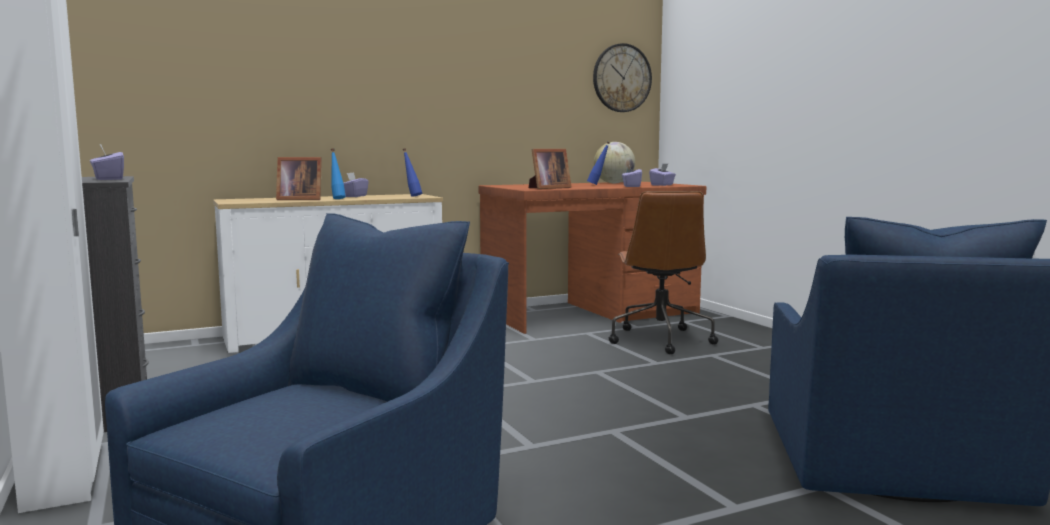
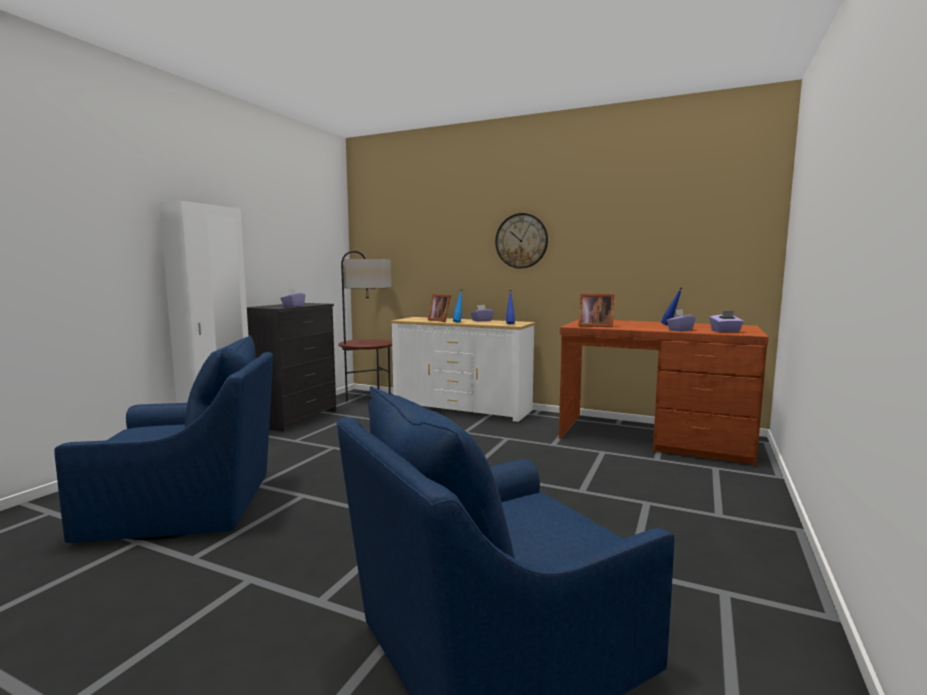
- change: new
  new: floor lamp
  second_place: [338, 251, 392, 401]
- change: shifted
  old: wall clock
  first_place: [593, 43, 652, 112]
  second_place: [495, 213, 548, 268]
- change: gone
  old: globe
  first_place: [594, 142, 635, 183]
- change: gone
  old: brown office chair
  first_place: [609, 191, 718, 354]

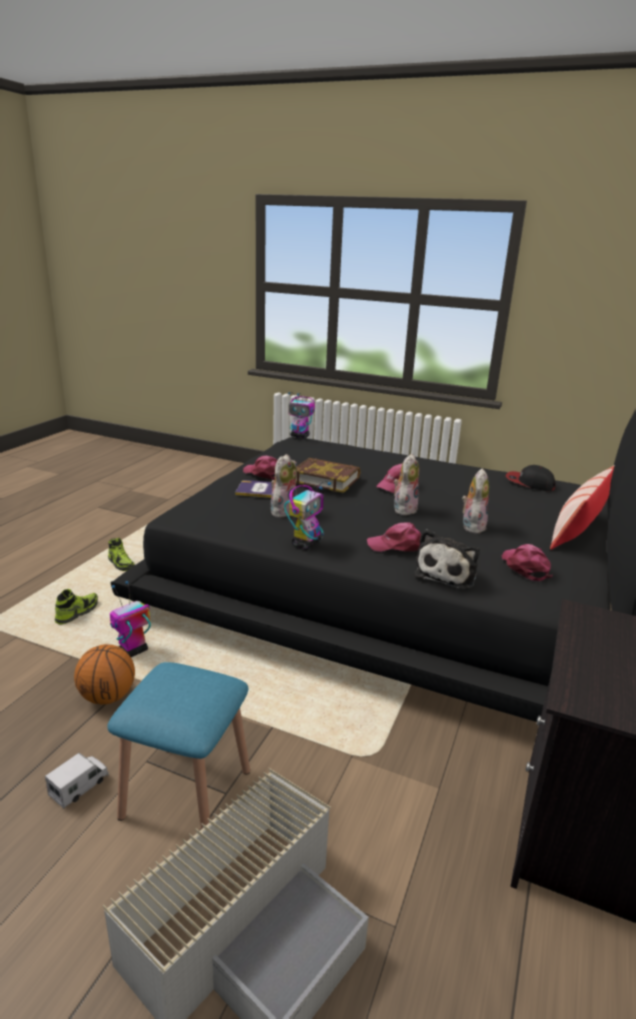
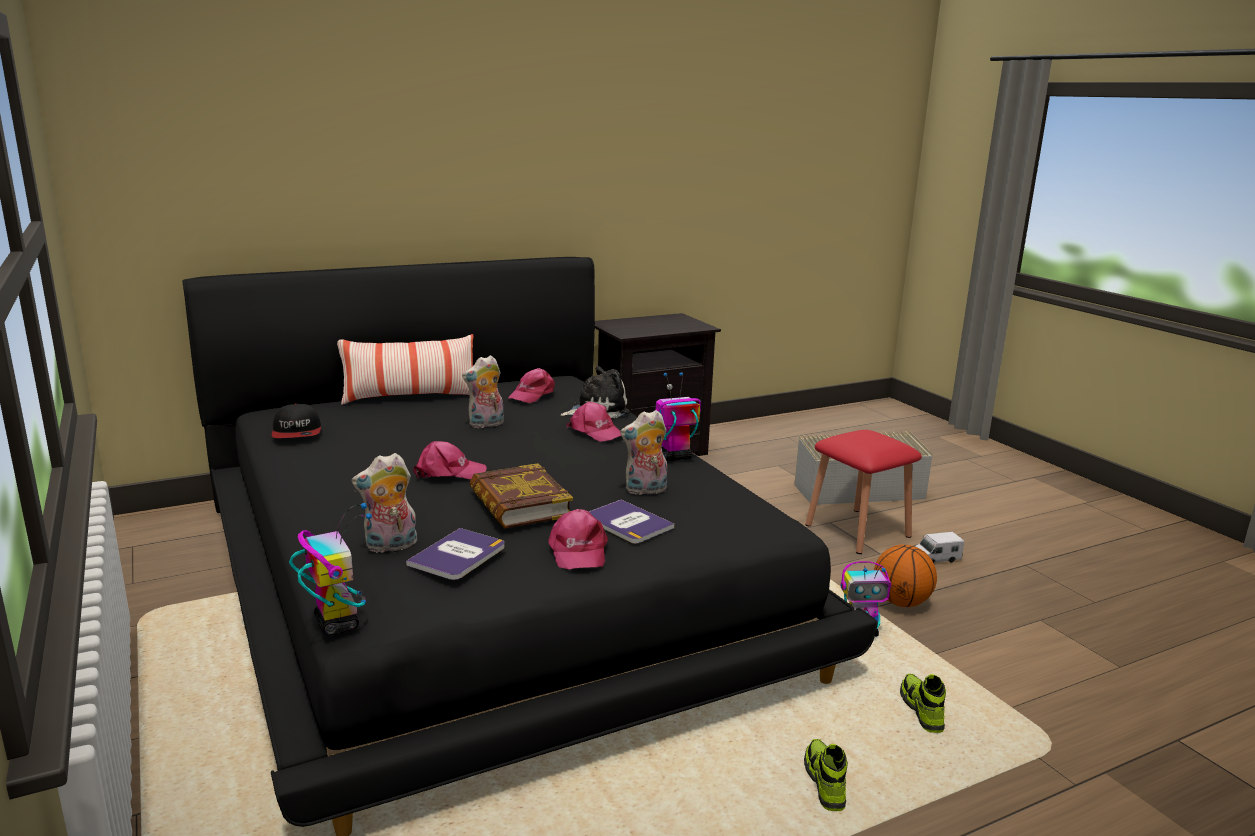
- change: shifted
  old: plush toy
  first_place: [394, 454, 419, 515]
  second_place: [352, 453, 417, 553]
- change: new
  new: book
  second_place: [406, 528, 505, 580]
- change: repainted
  old: blue stool
  new: red stool
  first_place: [107, 662, 250, 829]
  second_place: [806, 430, 922, 554]
- change: rotated
  old: shoe
  first_place: [55, 589, 98, 624]
  second_place: [900, 674, 946, 733]
  degrees: 105

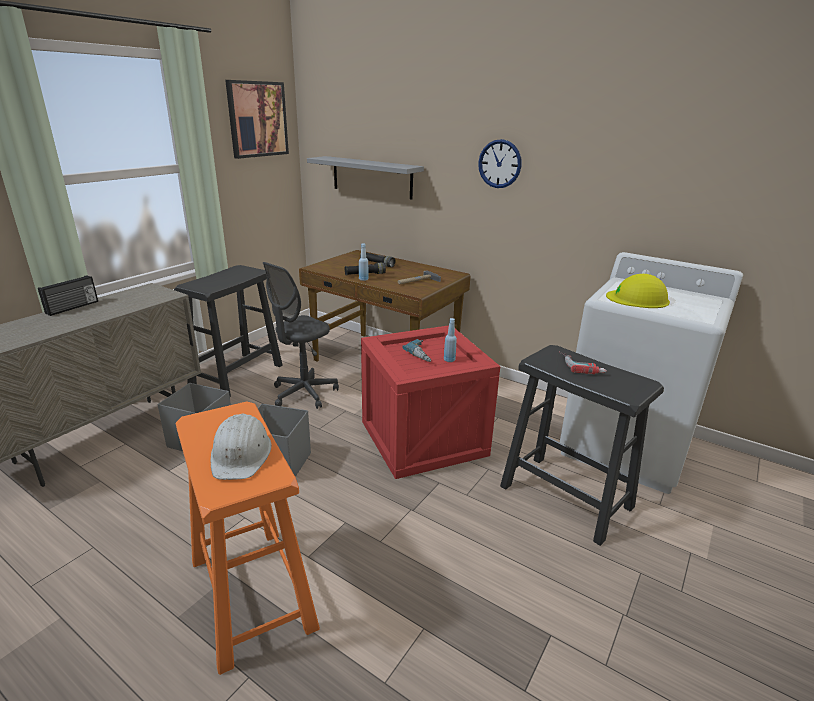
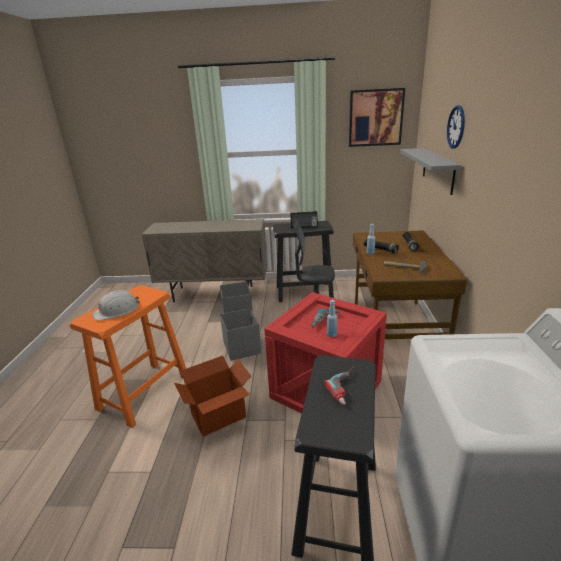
- change: new
  new: cardboard box
  second_place: [174, 356, 251, 436]
- change: shifted
  old: radio
  first_place: [38, 275, 98, 316]
  second_place: [290, 211, 318, 228]
- change: shifted
  old: wall clock
  first_place: [478, 139, 522, 188]
  second_place: [447, 105, 465, 149]
- change: gone
  old: yellow hard hat
  first_place: [606, 274, 670, 308]

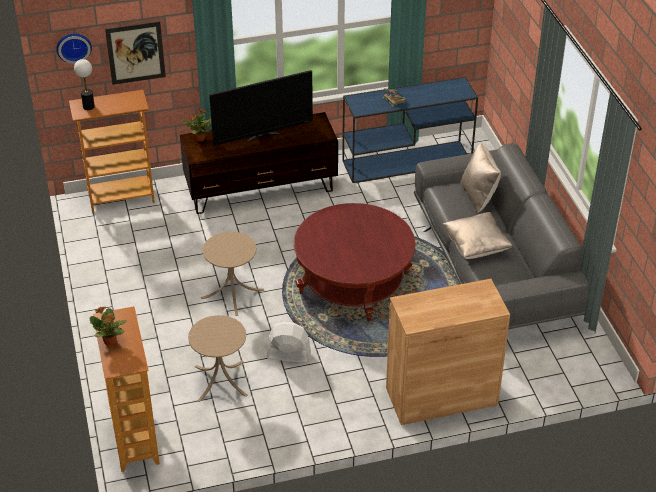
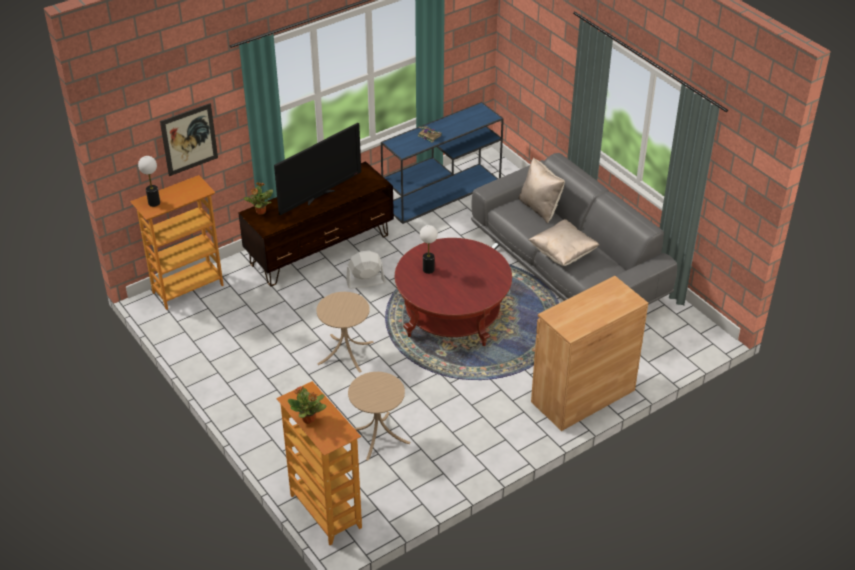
- change: shifted
  old: white fan
  first_place: [267, 322, 311, 362]
  second_place: [346, 250, 386, 289]
- change: new
  new: table lamp
  second_place: [420, 225, 438, 274]
- change: gone
  old: wall clock
  first_place: [56, 33, 92, 64]

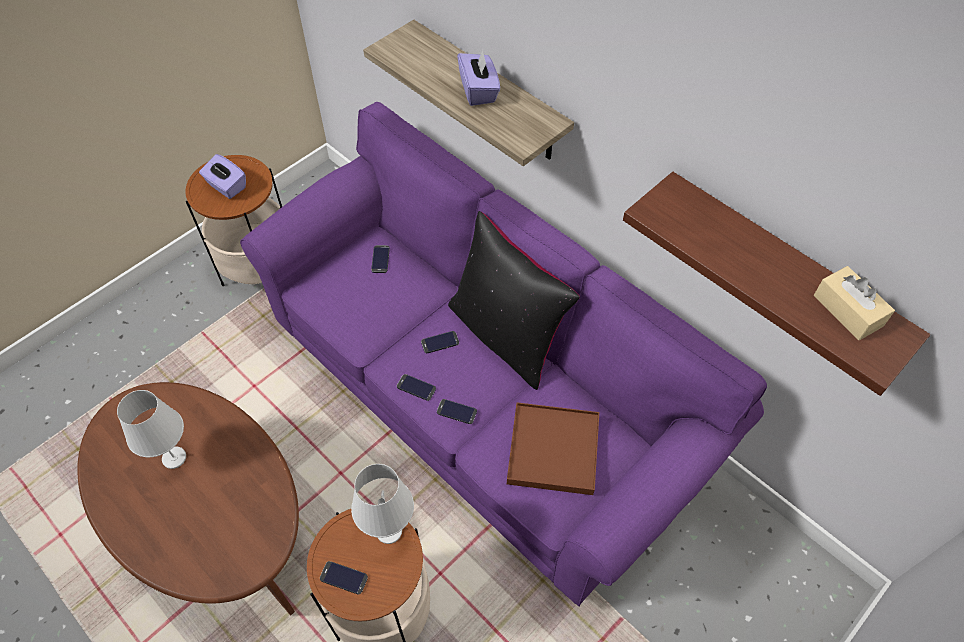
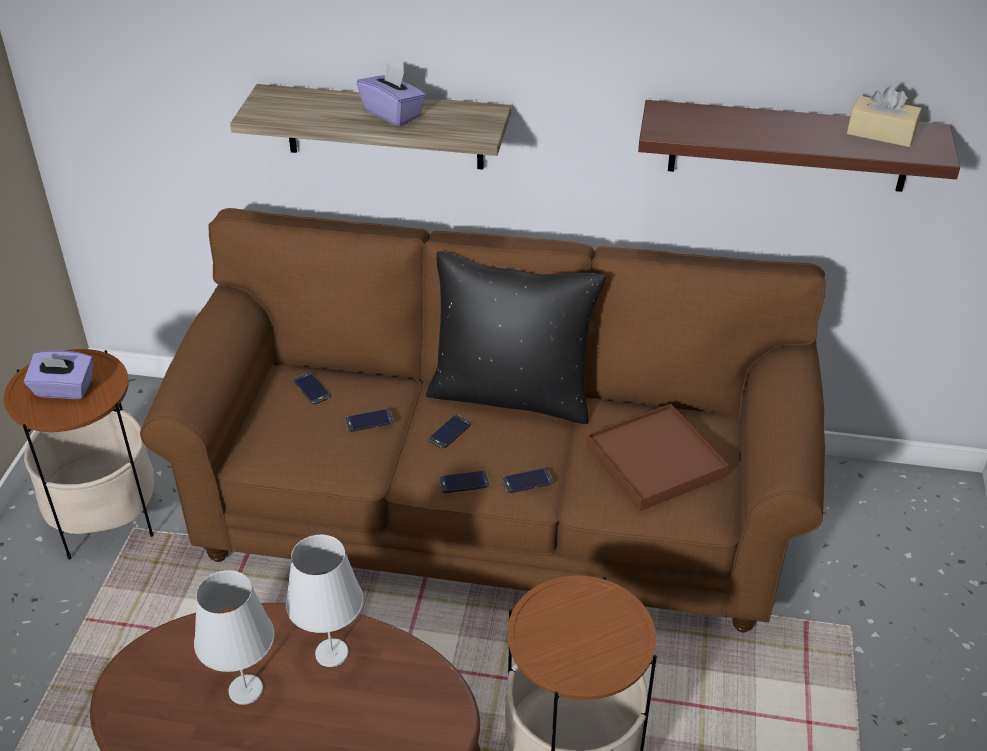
- change: repainted
  old: purple sofa
  new: brown sofa
  first_place: [240, 102, 767, 607]
  second_place: [140, 208, 826, 632]
- change: shifted
  old: white table lamp
  first_place: [351, 464, 414, 544]
  second_place: [286, 535, 363, 667]
- change: shifted
  old: phone
  first_place: [320, 561, 368, 594]
  second_place: [345, 409, 393, 432]

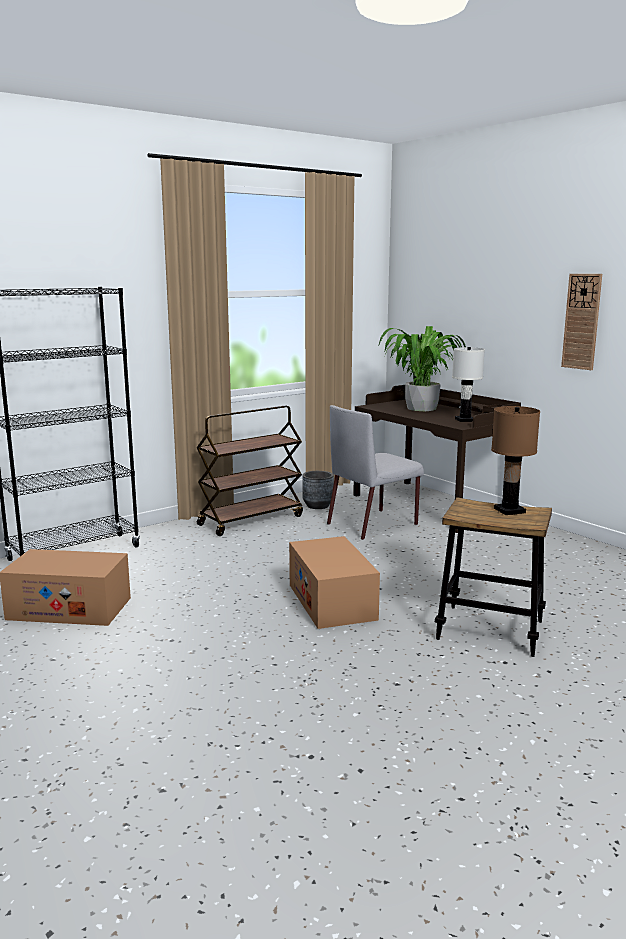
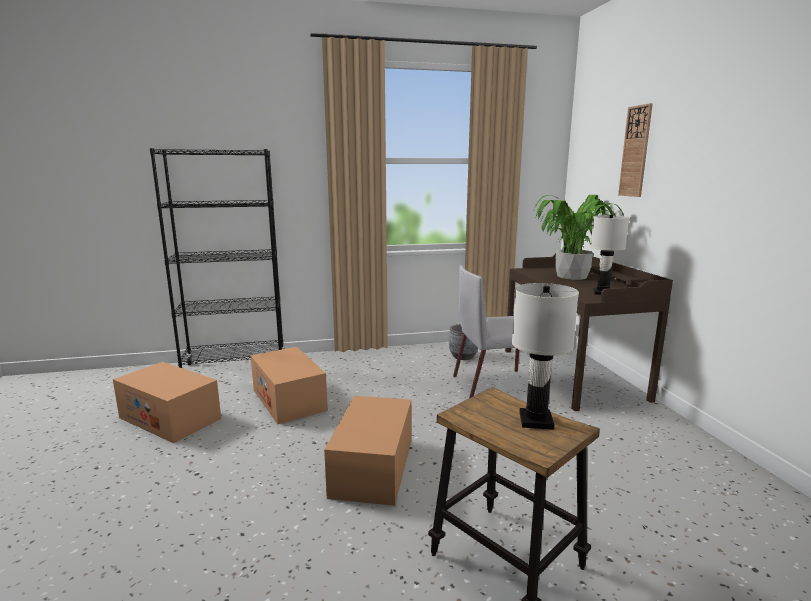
- change: new
  new: cardboard box
  second_place: [251, 347, 328, 424]
- change: repainted
  old: brown table lamp
  new: white table lamp
  first_place: [491, 406, 540, 515]
  second_place: [512, 283, 579, 430]
- change: shifted
  old: wall clock
  first_place: [561, 274, 602, 370]
  second_place: [618, 103, 653, 197]
- change: gone
  old: brown cart
  first_place: [197, 406, 303, 536]

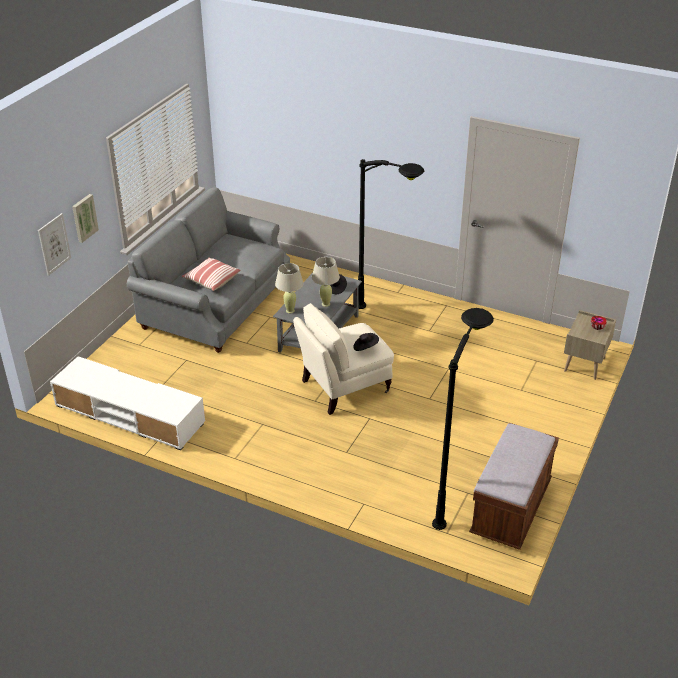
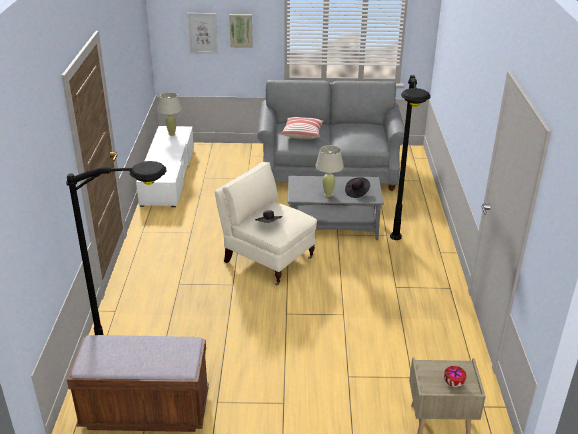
- change: shifted
  old: beige table lamp
  first_place: [275, 263, 303, 313]
  second_place: [158, 92, 182, 136]

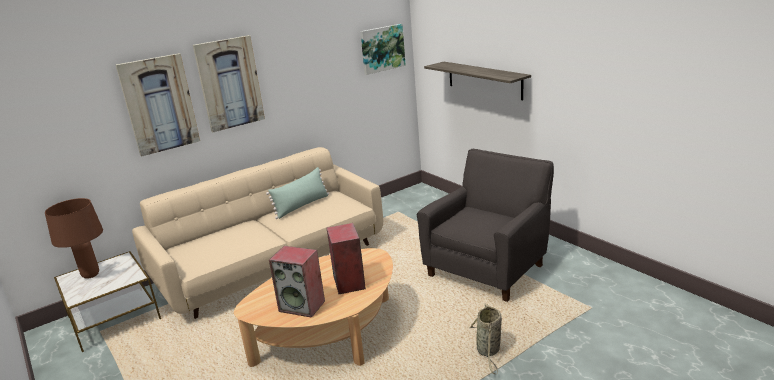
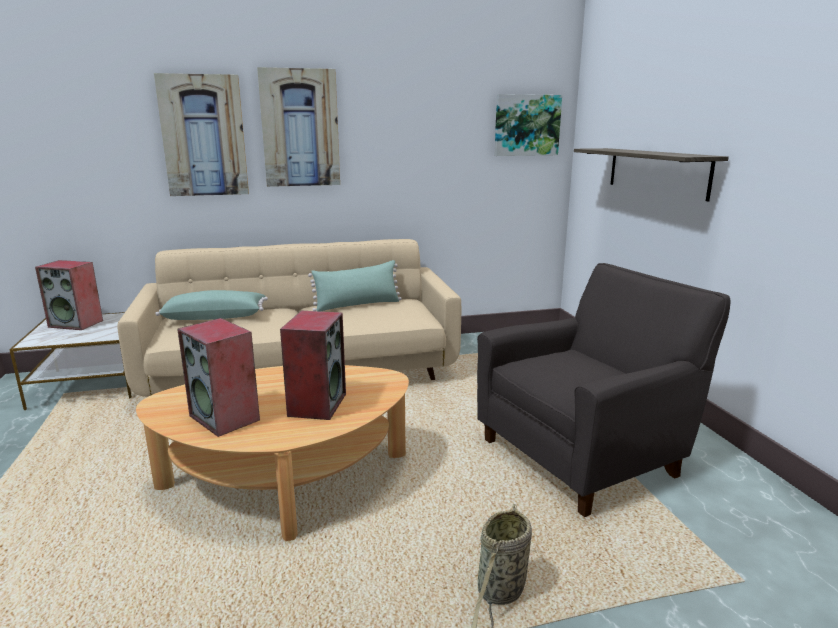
- change: swapped
  old: brown table lamp
  new: speaker
  first_place: [45, 198, 103, 279]
  second_place: [35, 260, 103, 330]
- change: new
  new: green pillow
  second_place: [155, 290, 268, 320]

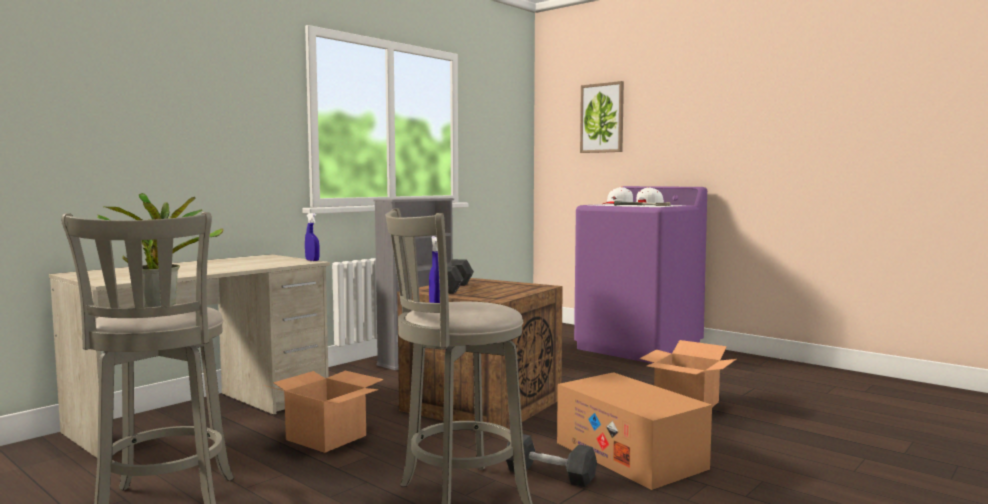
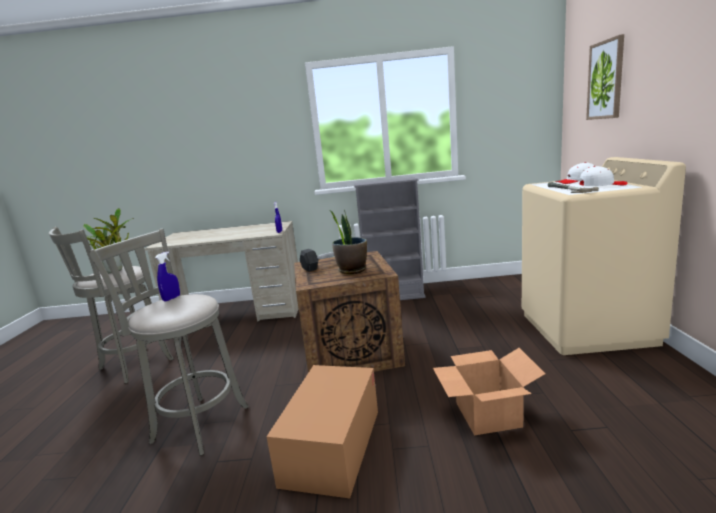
- change: new
  new: potted plant
  second_place: [330, 209, 367, 274]
- change: repainted
  old: purple washing machine
  new: beige washing machine
  first_place: [574, 186, 707, 363]
  second_place: [522, 157, 686, 355]
- change: gone
  old: cardboard box
  first_place: [264, 371, 384, 453]
- change: gone
  old: black dumbbell
  first_place: [506, 434, 597, 487]

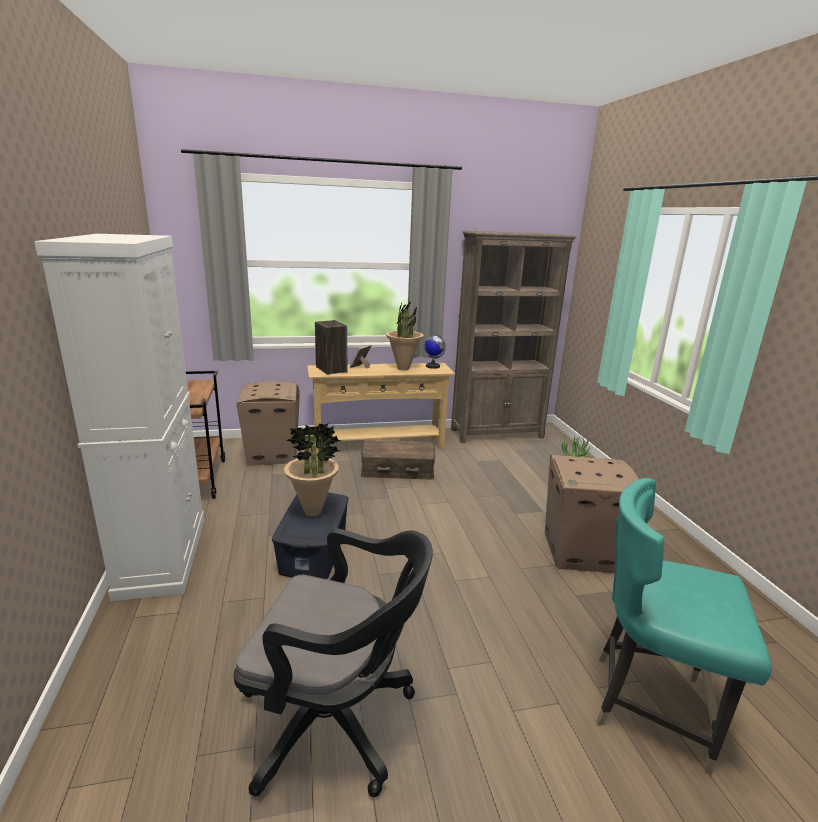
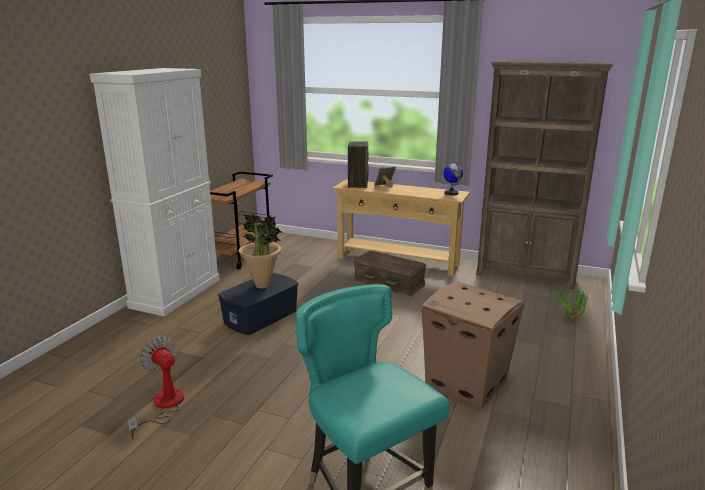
- change: swapped
  old: black office chair
  new: fan
  first_place: [234, 528, 433, 797]
  second_place: [127, 336, 184, 439]
- change: gone
  old: cardboard box
  first_place: [237, 381, 300, 466]
- change: gone
  old: potted plant
  first_place: [386, 301, 423, 370]

